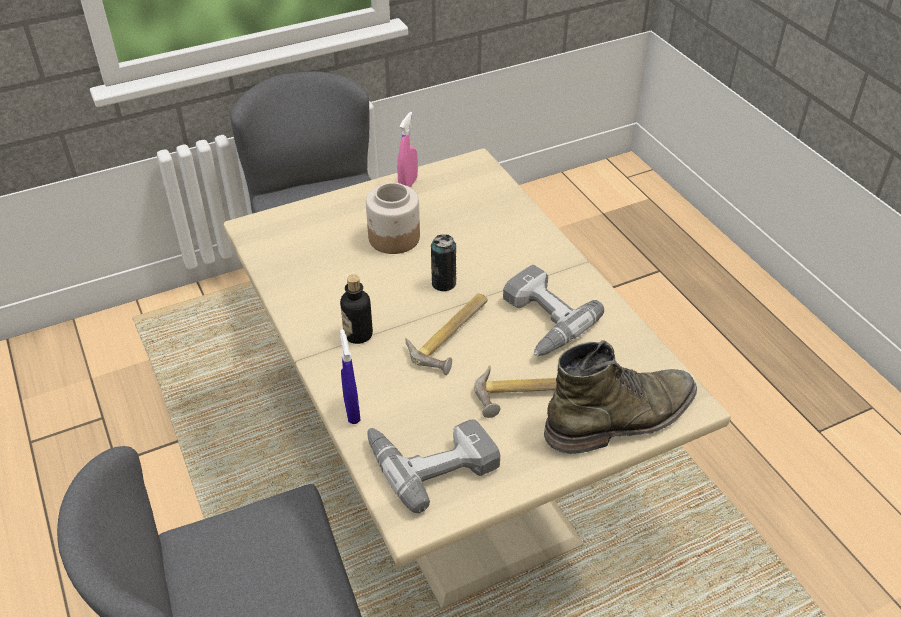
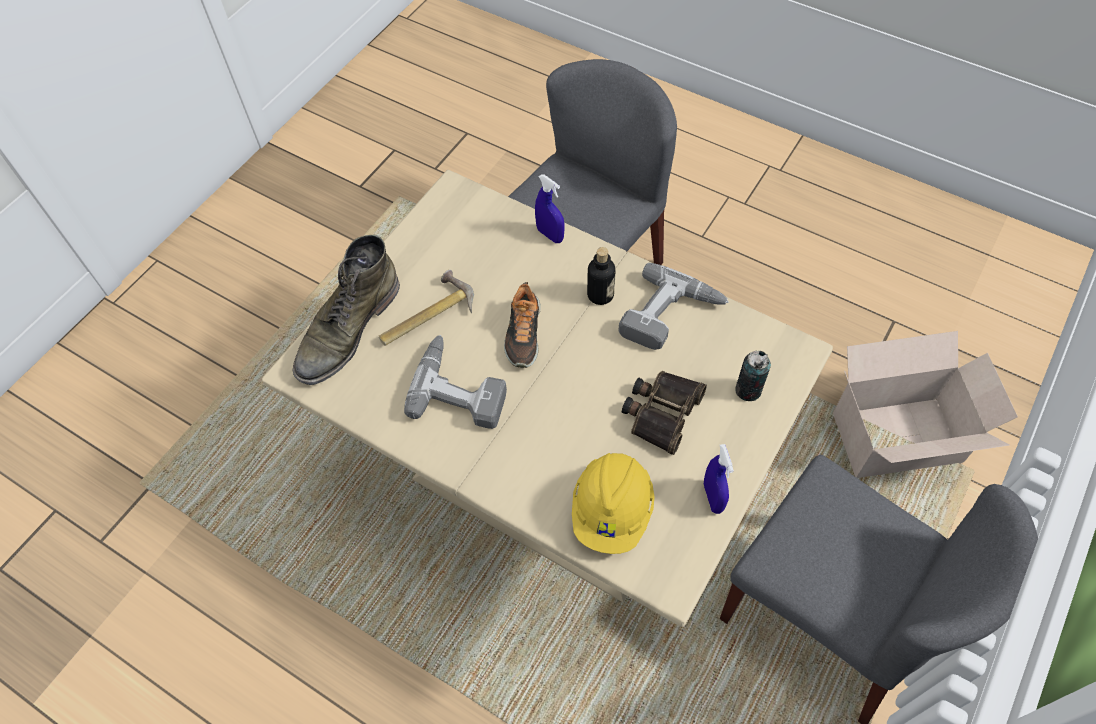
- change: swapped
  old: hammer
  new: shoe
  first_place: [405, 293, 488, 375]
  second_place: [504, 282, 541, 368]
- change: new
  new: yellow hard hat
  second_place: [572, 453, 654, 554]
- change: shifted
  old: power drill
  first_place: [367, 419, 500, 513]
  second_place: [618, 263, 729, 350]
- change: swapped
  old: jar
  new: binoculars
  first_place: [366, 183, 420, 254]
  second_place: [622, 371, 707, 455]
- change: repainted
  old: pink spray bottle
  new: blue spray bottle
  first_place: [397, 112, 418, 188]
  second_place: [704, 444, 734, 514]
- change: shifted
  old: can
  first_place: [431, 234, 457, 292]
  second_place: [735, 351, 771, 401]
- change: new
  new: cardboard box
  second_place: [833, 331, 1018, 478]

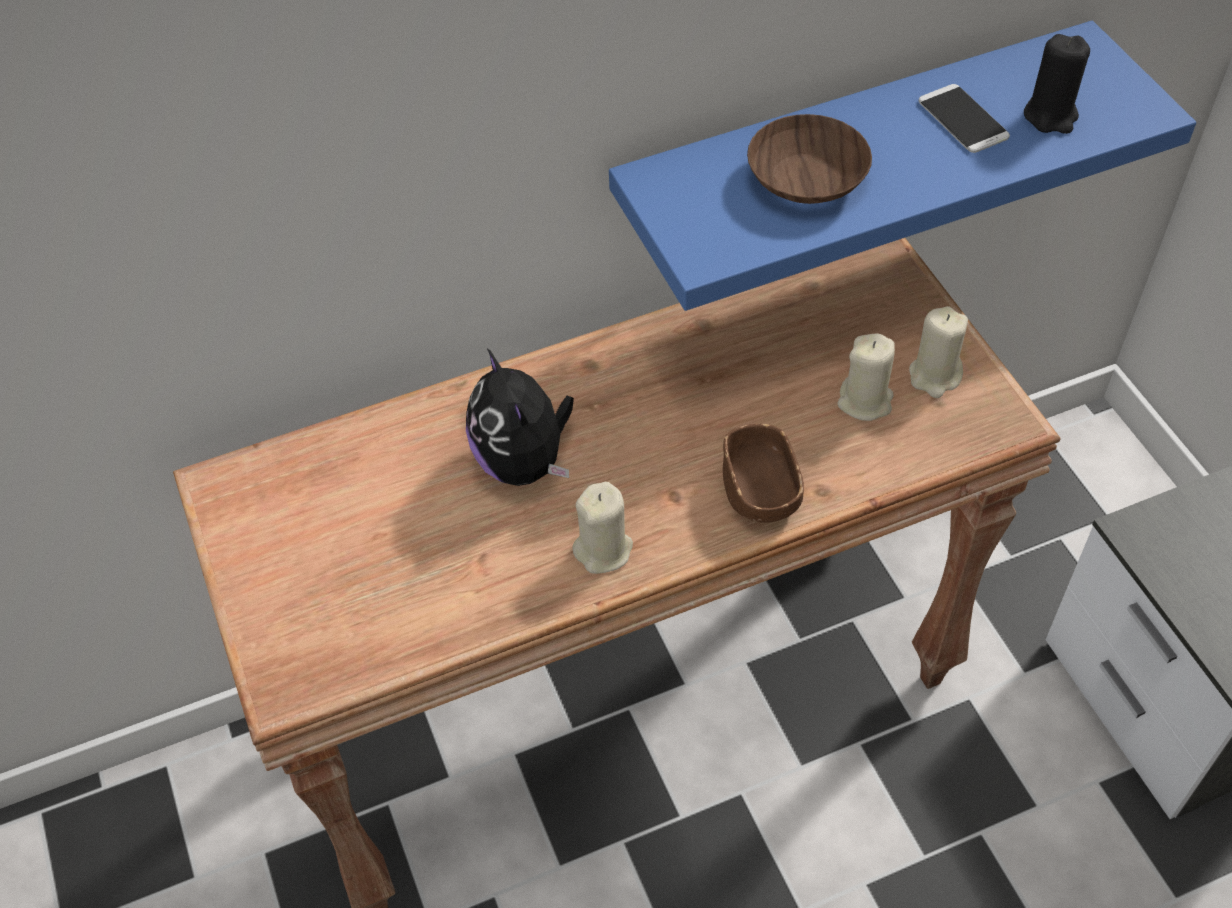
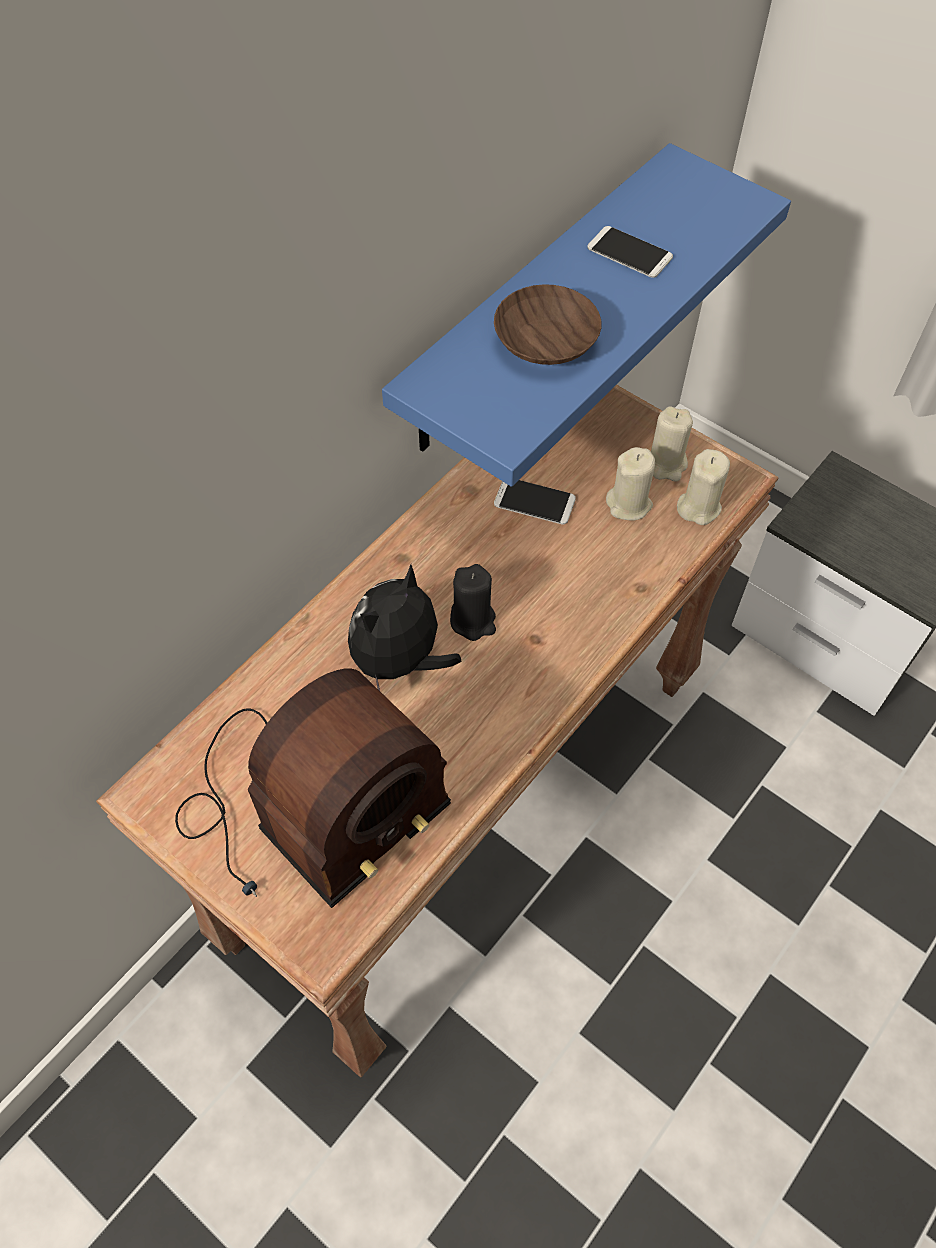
- change: new
  new: radio
  second_place: [175, 668, 451, 908]
- change: rotated
  old: plush toy
  first_place: [466, 348, 574, 486]
  second_place: [348, 564, 462, 691]
  degrees: 90
- change: shifted
  old: black candle
  first_place: [1024, 34, 1090, 134]
  second_place: [450, 564, 496, 641]
- change: new
  new: phone
  second_place: [494, 480, 576, 524]
- change: shifted
  old: beige candle
  first_place: [572, 482, 633, 574]
  second_place: [677, 449, 730, 525]
- change: gone
  old: brown bowl
  first_place: [723, 424, 804, 523]

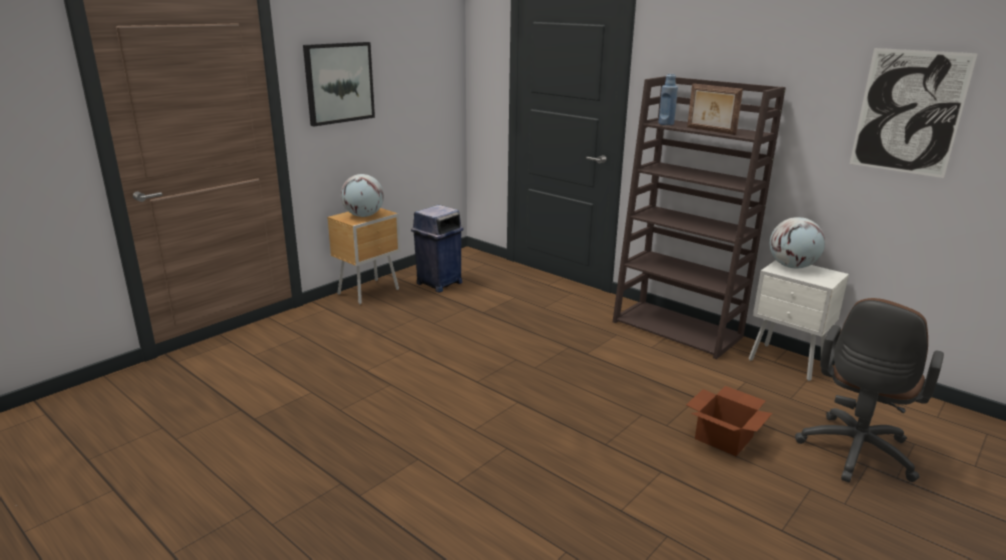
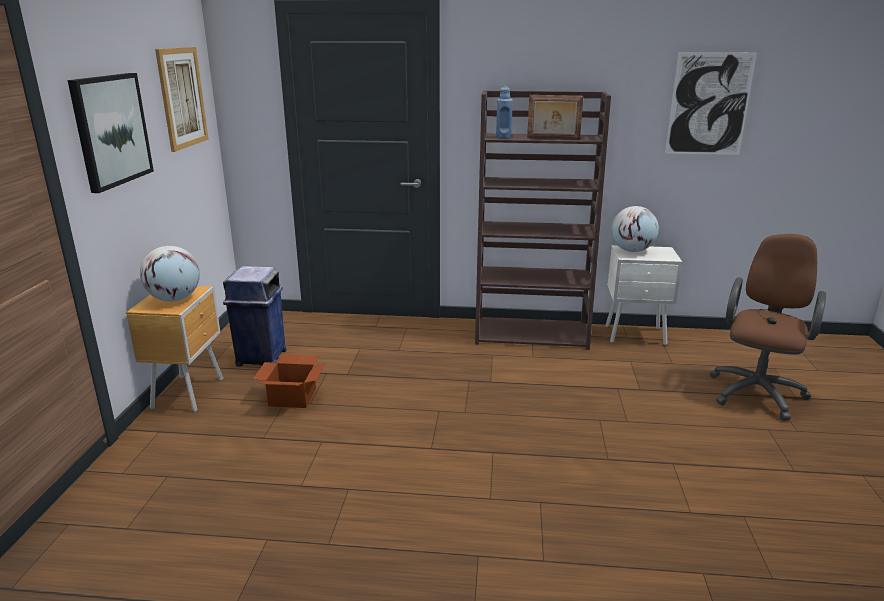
- change: new
  new: picture
  second_place: [155, 47, 208, 152]
- change: shifted
  old: cardboard box
  first_place: [686, 386, 773, 456]
  second_place: [253, 354, 326, 408]
- change: rotated
  old: brown office chair
  first_place: [795, 298, 944, 482]
  second_place: [709, 234, 826, 421]
  degrees: -150

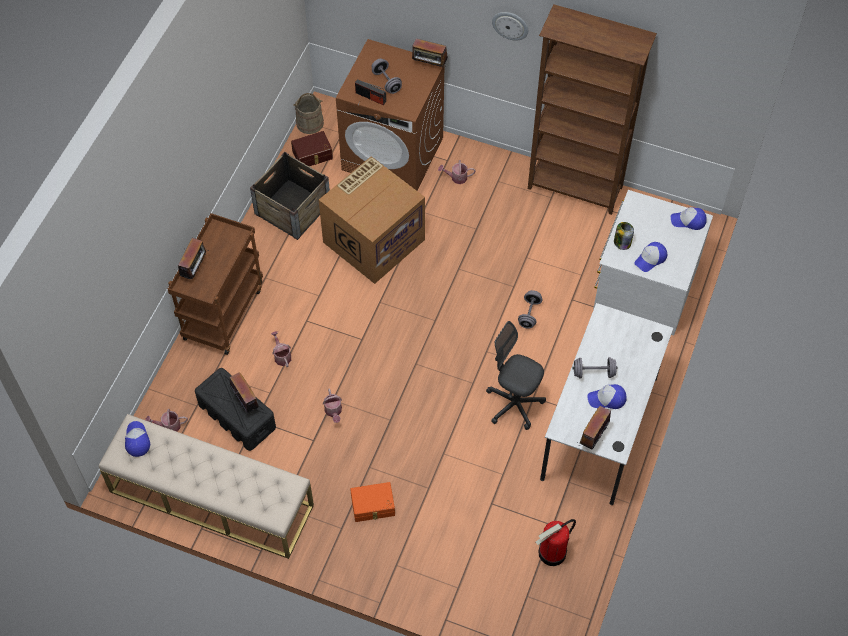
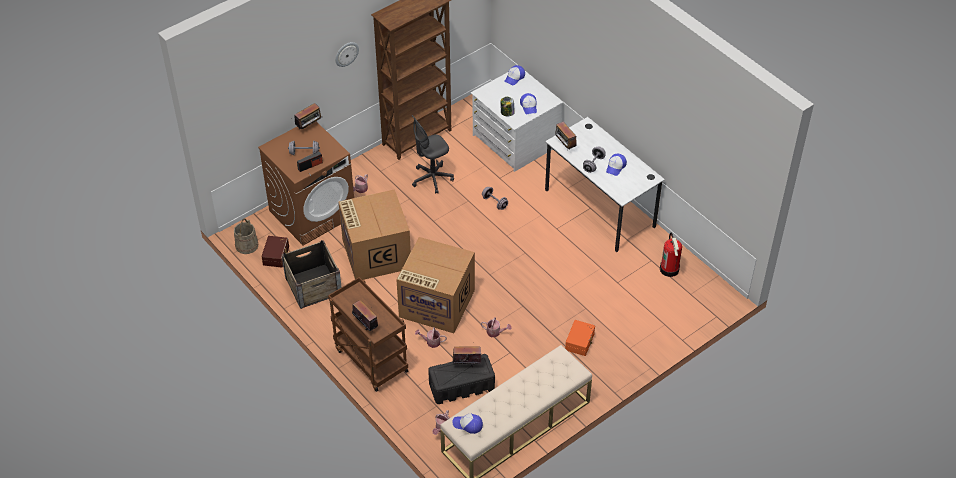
- change: new
  new: cardboard box
  second_place: [396, 237, 475, 333]
- change: shifted
  old: grey office chair
  first_place: [486, 321, 546, 430]
  second_place: [412, 115, 454, 194]
- change: shifted
  old: radio
  first_place: [577, 406, 611, 449]
  second_place: [555, 122, 577, 149]

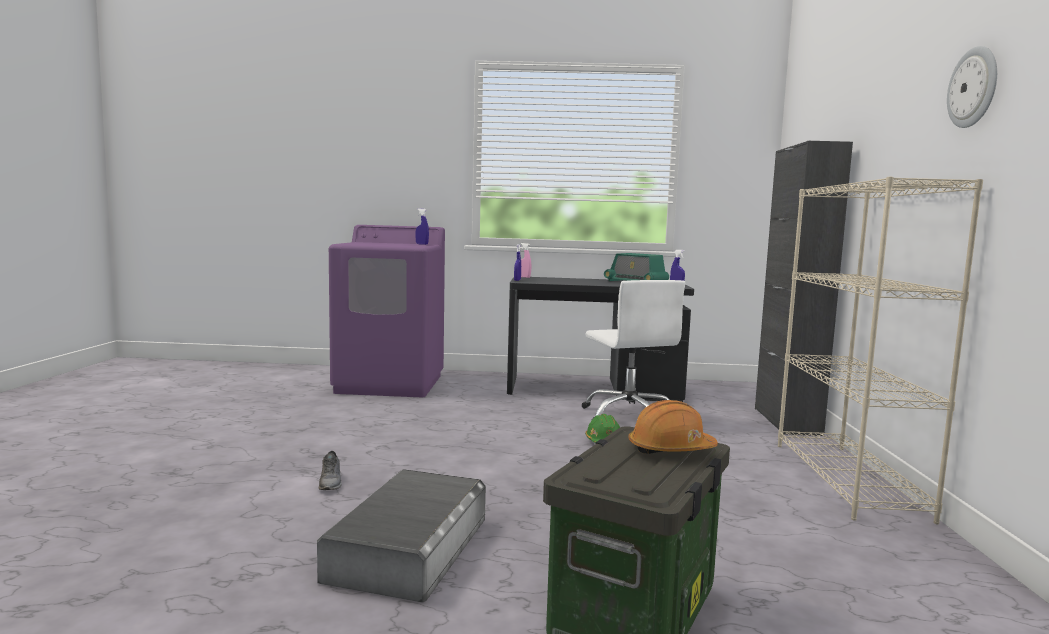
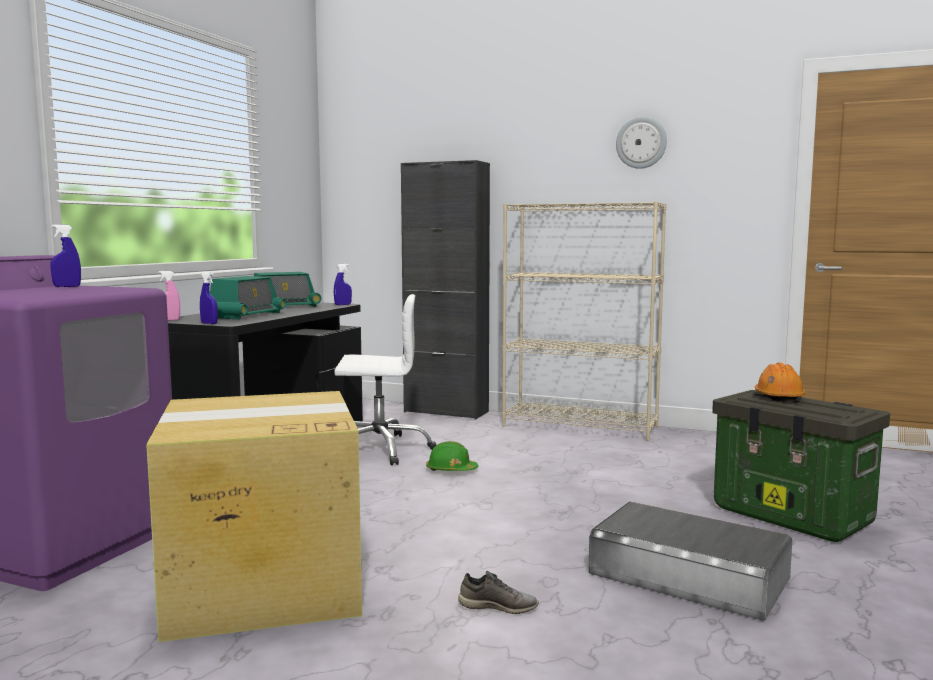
- change: new
  new: cardboard box
  second_place: [146, 391, 362, 642]
- change: new
  new: radio
  second_place: [210, 276, 287, 319]

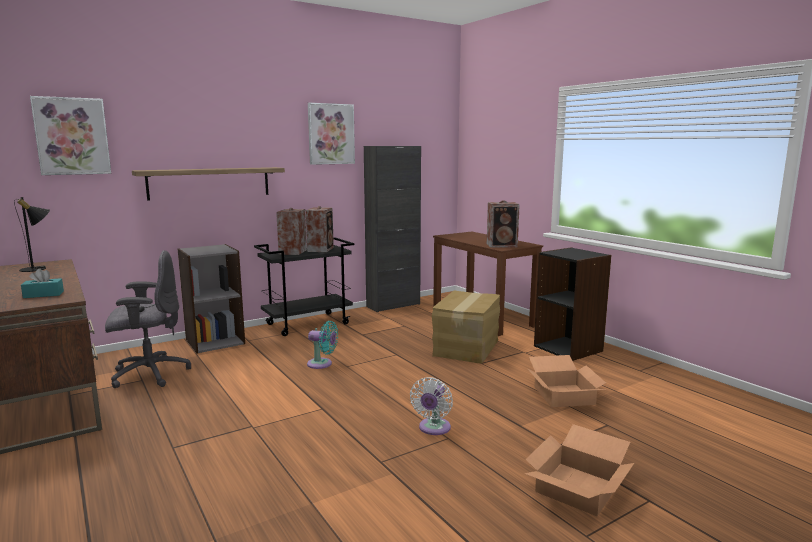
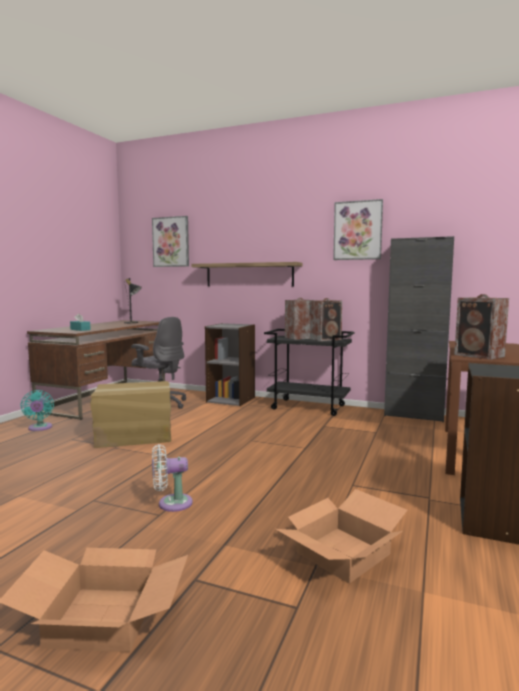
- change: shifted
  old: turquoise fan
  first_place: [307, 321, 338, 369]
  second_place: [20, 390, 54, 431]
- change: shifted
  old: cardboard box
  first_place: [432, 290, 500, 364]
  second_place: [90, 381, 171, 448]

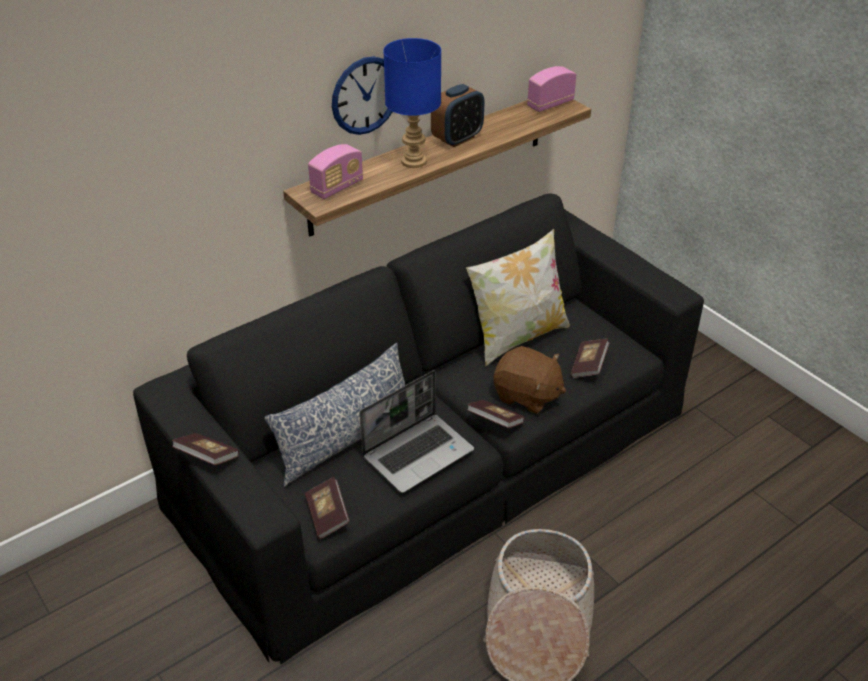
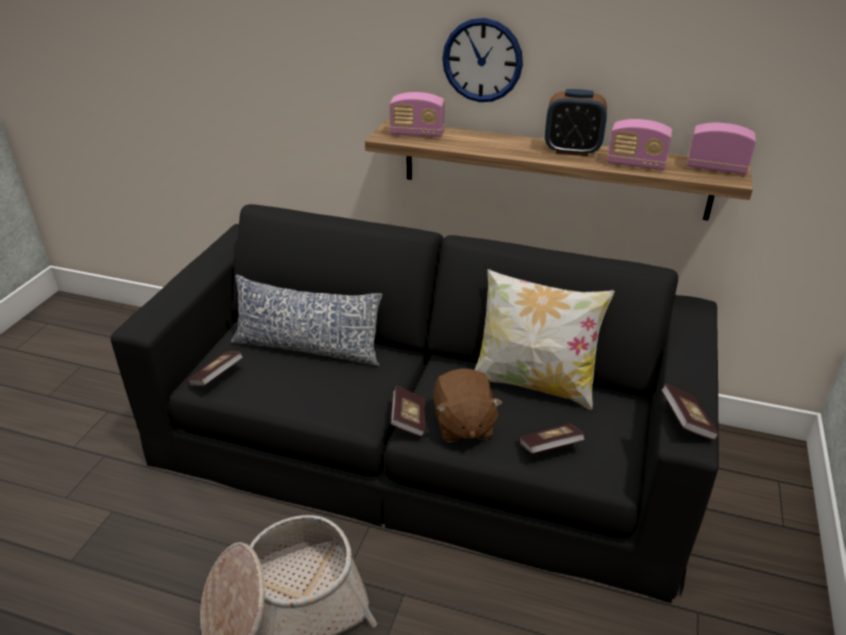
- change: new
  new: radio
  second_place: [607, 119, 673, 170]
- change: shifted
  old: book
  first_place: [172, 433, 239, 465]
  second_place: [661, 384, 719, 440]
- change: gone
  old: laptop
  first_place: [359, 370, 474, 493]
- change: gone
  old: blue table lamp
  first_place: [383, 38, 441, 168]

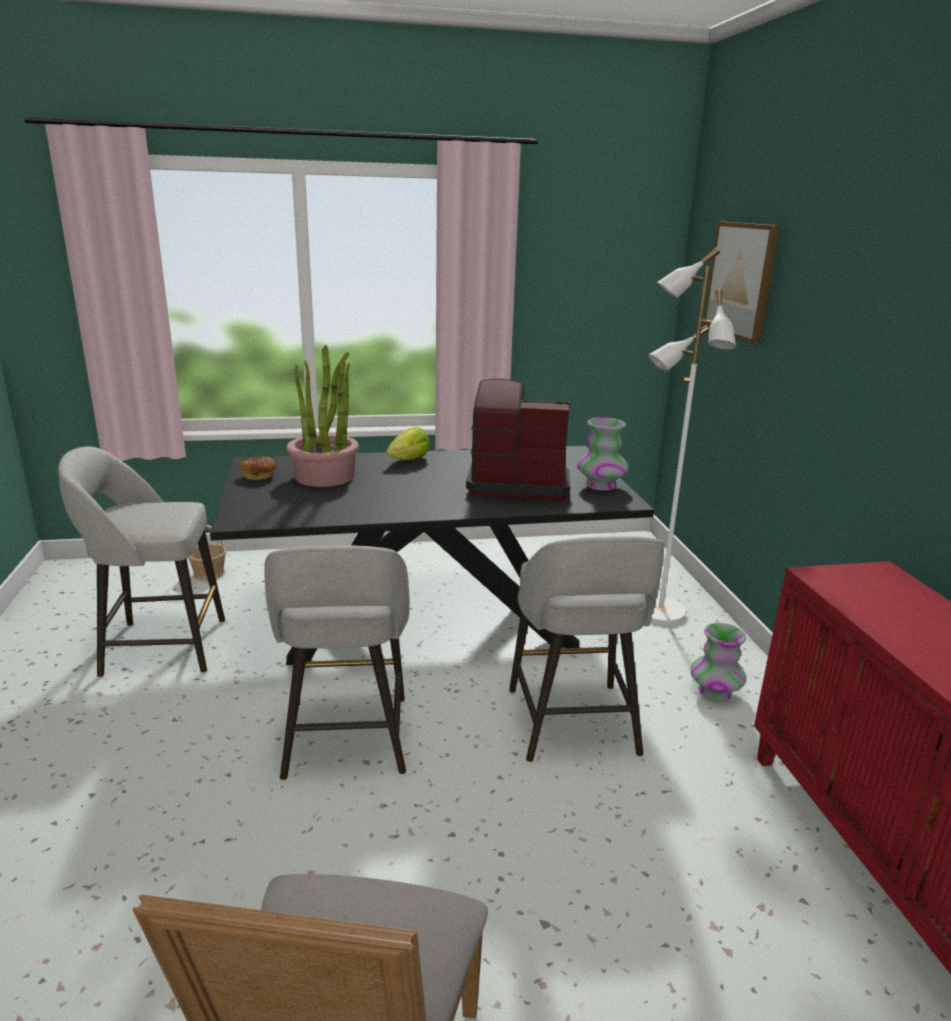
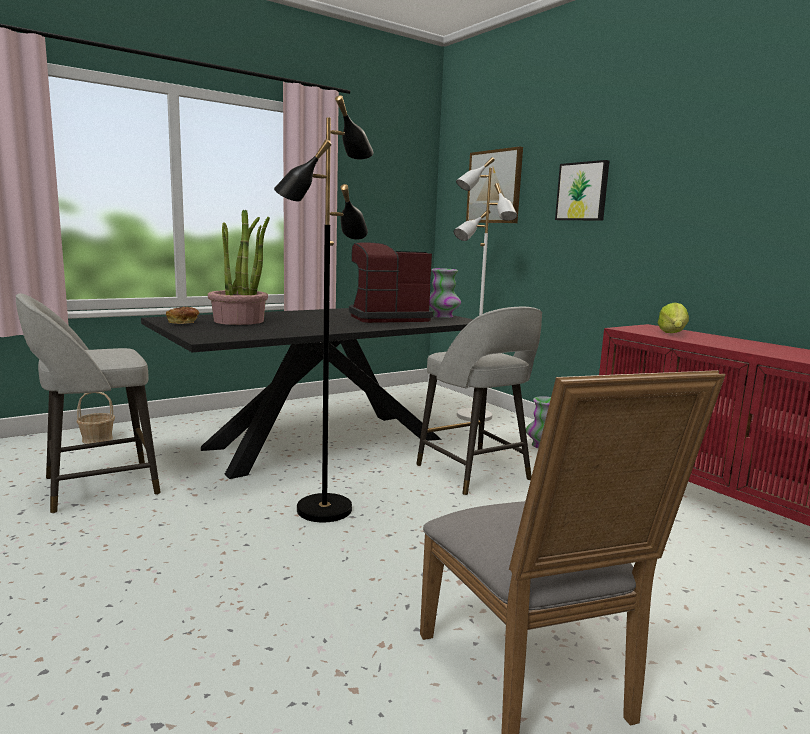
- change: swapped
  old: grey stool
  new: black floor lamp
  first_place: [264, 545, 410, 780]
  second_place: [274, 95, 374, 522]
- change: new
  new: picture
  second_place: [555, 160, 610, 220]
- change: shifted
  old: lettuce
  first_place: [386, 427, 430, 460]
  second_place: [657, 302, 689, 333]

